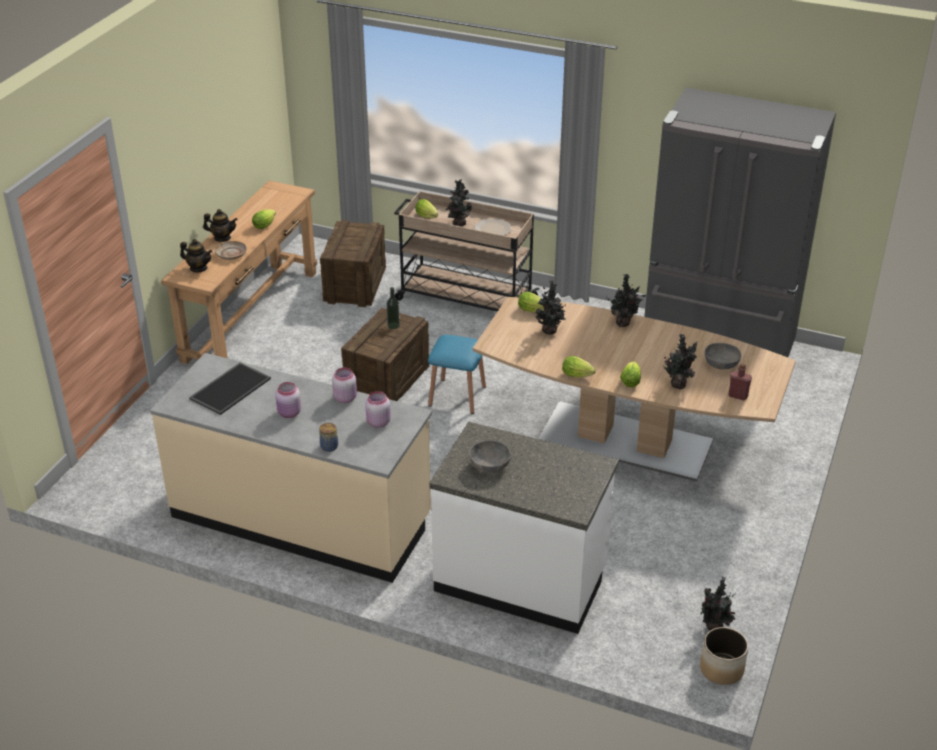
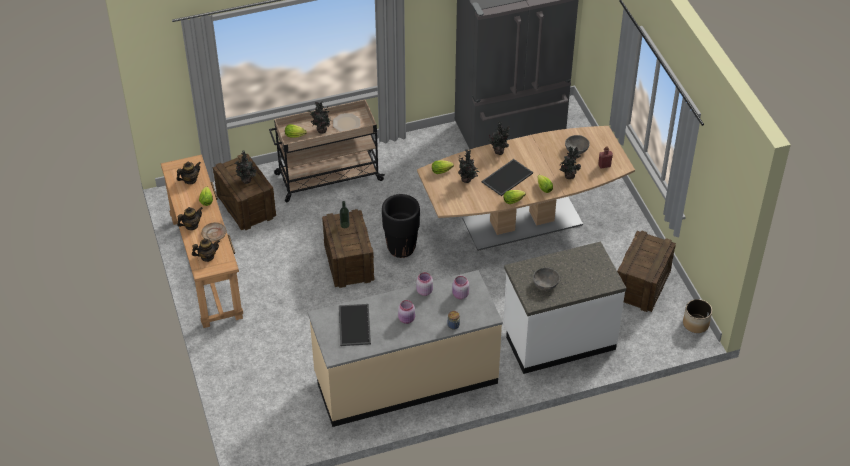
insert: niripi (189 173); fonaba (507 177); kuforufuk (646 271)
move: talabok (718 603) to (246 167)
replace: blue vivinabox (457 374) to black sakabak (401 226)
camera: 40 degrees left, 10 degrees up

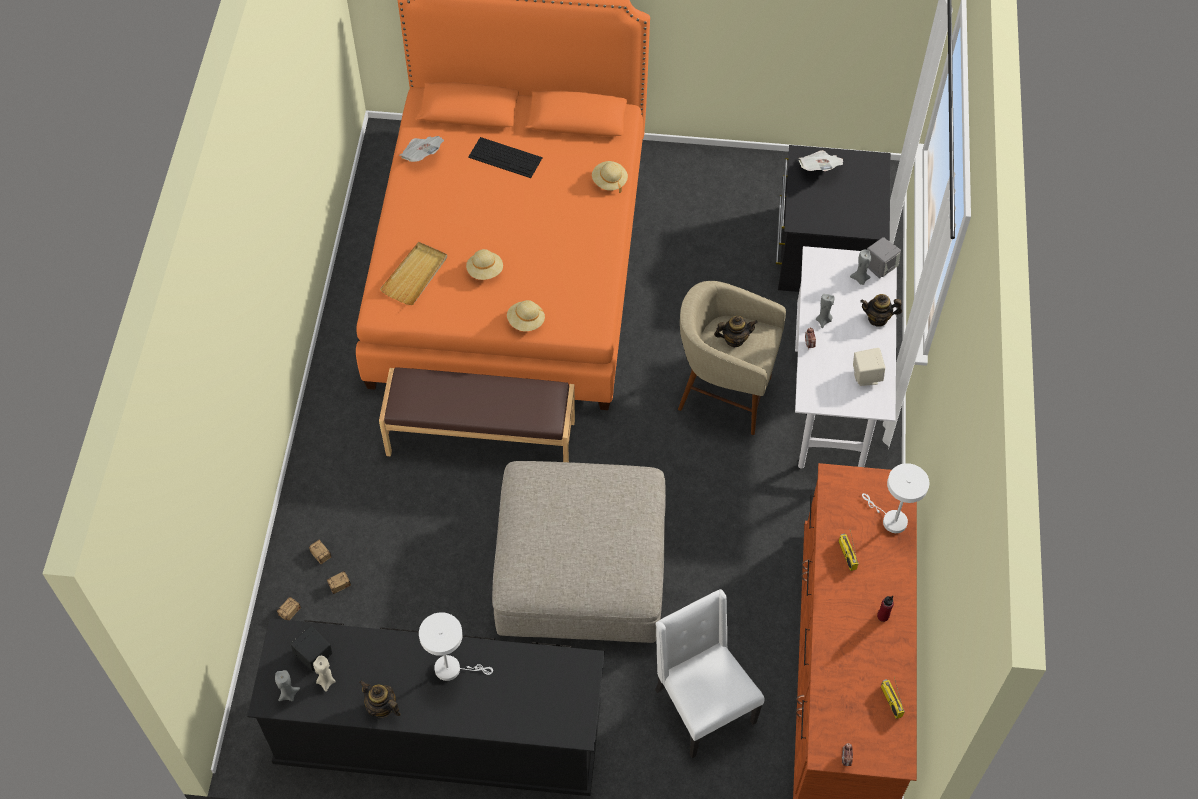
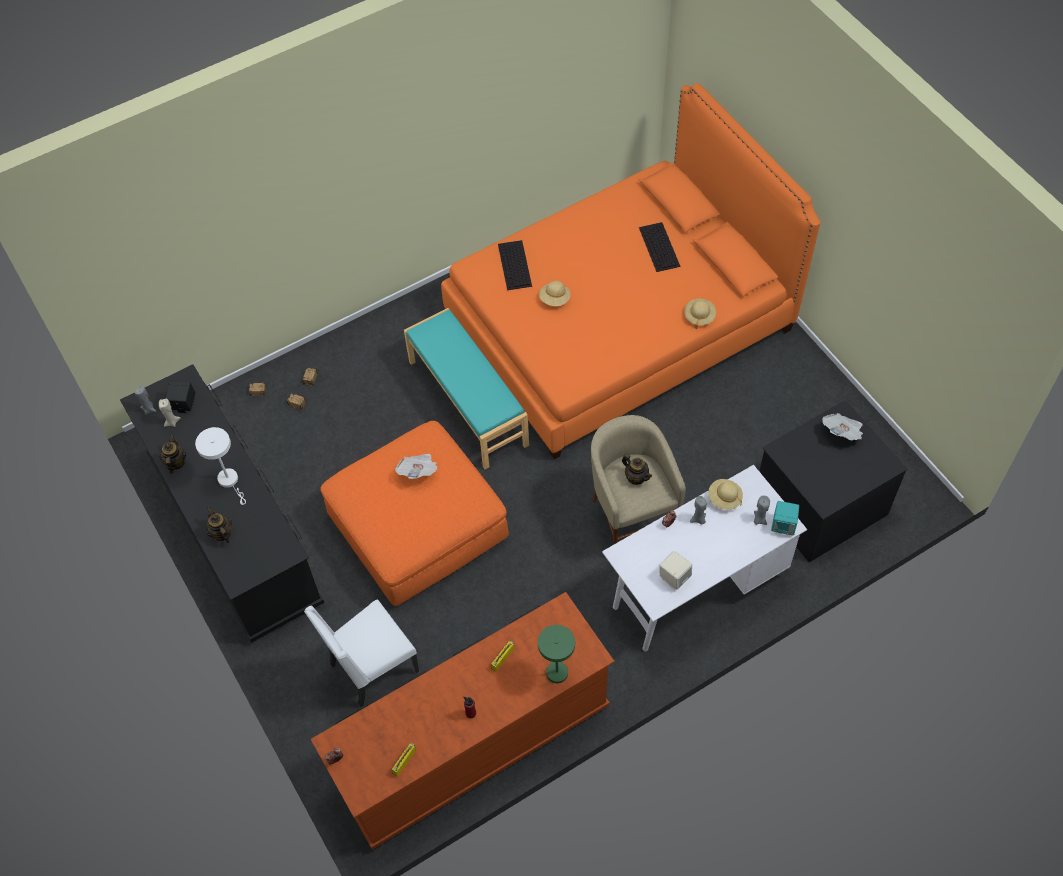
move: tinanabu (421 149) to (416 466); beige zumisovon (526 315) to (725 494); niripi (881 310) to (219 525)
replace: beige fonaba (413 273) to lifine (515 265)
recolor: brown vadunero (477 414) to turquoise vadunero (466 388); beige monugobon (579 552) to orange monugobon (414 513); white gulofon (895 498) to green gulofon (556 654); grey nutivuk (884 257) to turquoise nutivuk (785 518)
rotate: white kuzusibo (710 673) = (361 653) 150 degrees counterclockwise
camera: 55 degrees right, 0 degrees up

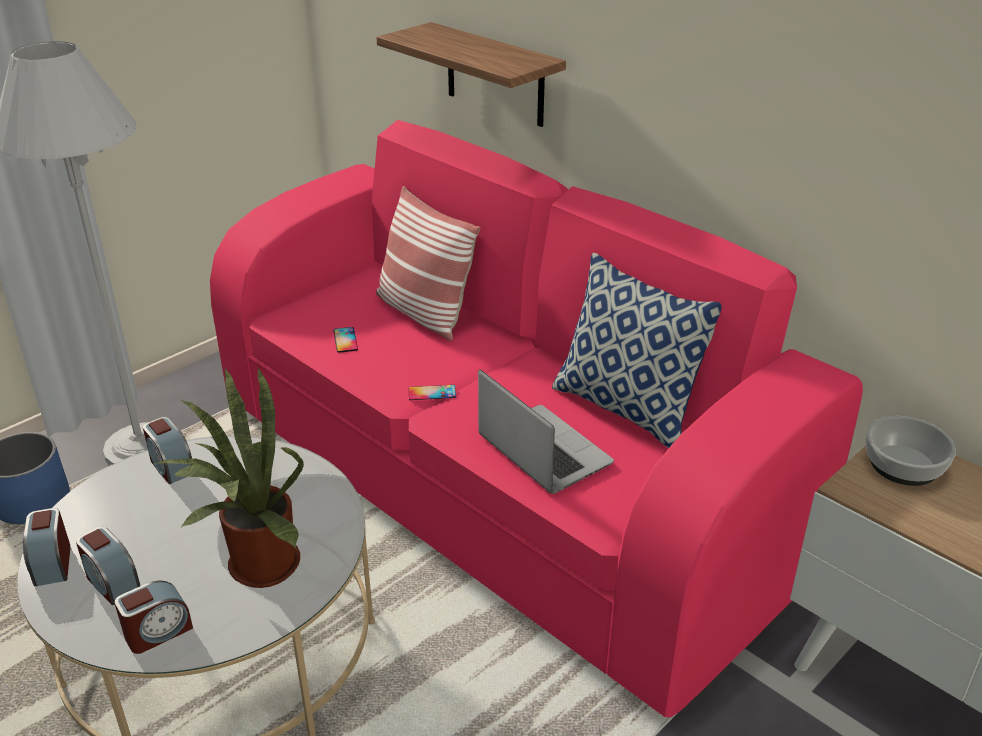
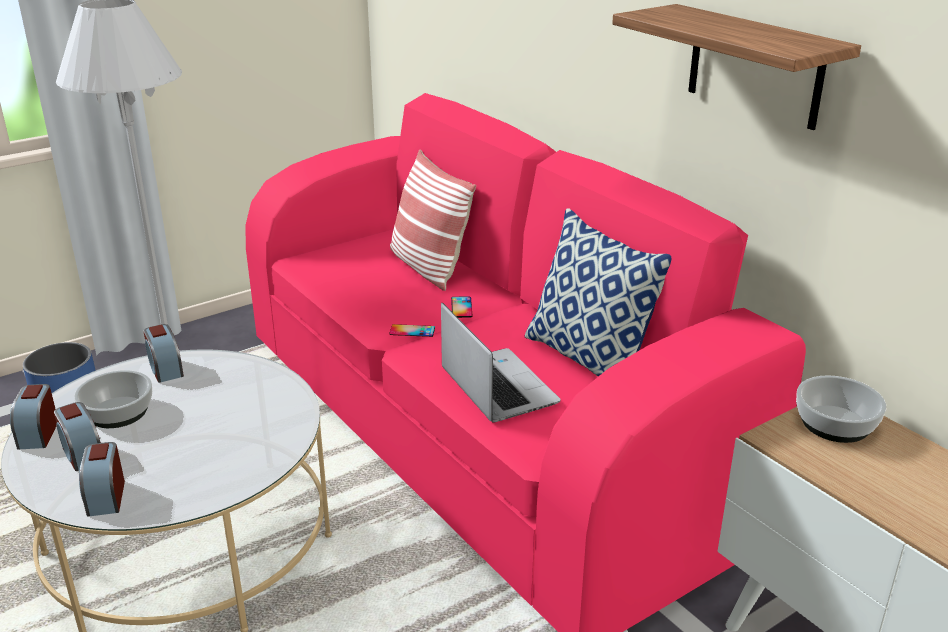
delete: talabok (230 477)
insert: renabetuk (113 399)
move: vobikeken (345 340) to (461 307); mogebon (471 74) to (736 67)
rotate: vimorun (153 617) = (102 479) 105 degrees clockwise
camera: 10 degrees right, 5 degrees down

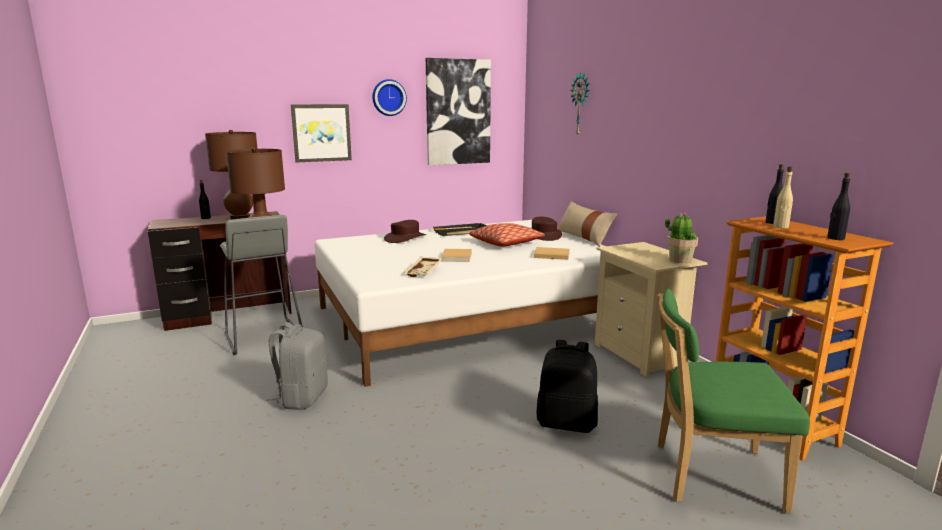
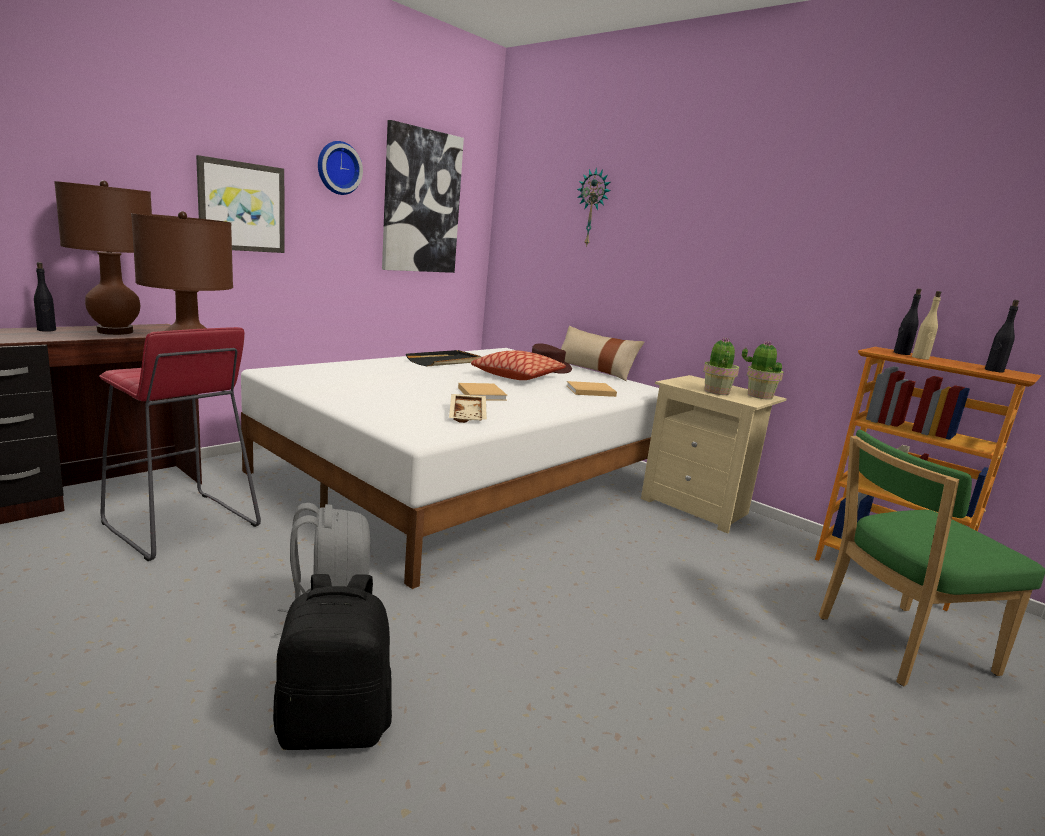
delete: brown zumisovon (405 231)
insert: talabok (721 366)
move: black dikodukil (567 386) to (332 662)
recolor: grey vivinabox (261 285) to red vivinabox (180 444)
camera: 25 degrees left, 0 degrees up

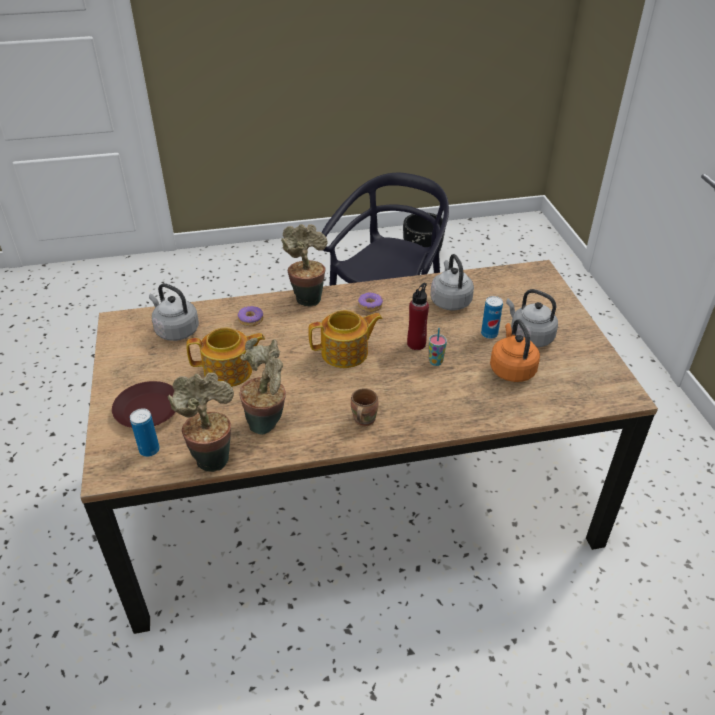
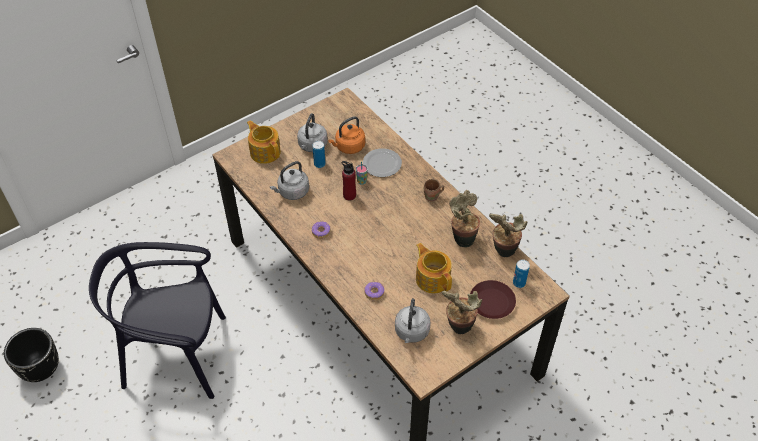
insert: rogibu (382 162)
move: talabok (304 265) to (462 312); niripi (345 339) to (264 142)
camera: 115 degrees left, 10 degrees up

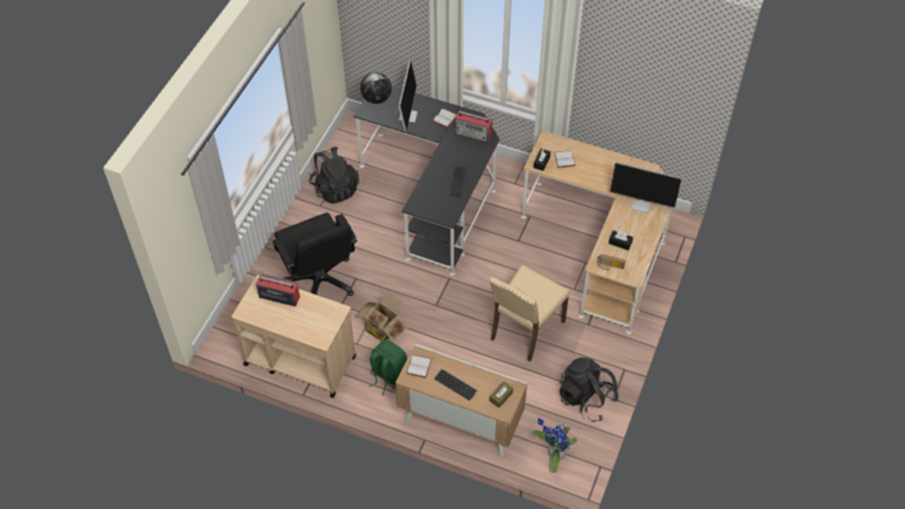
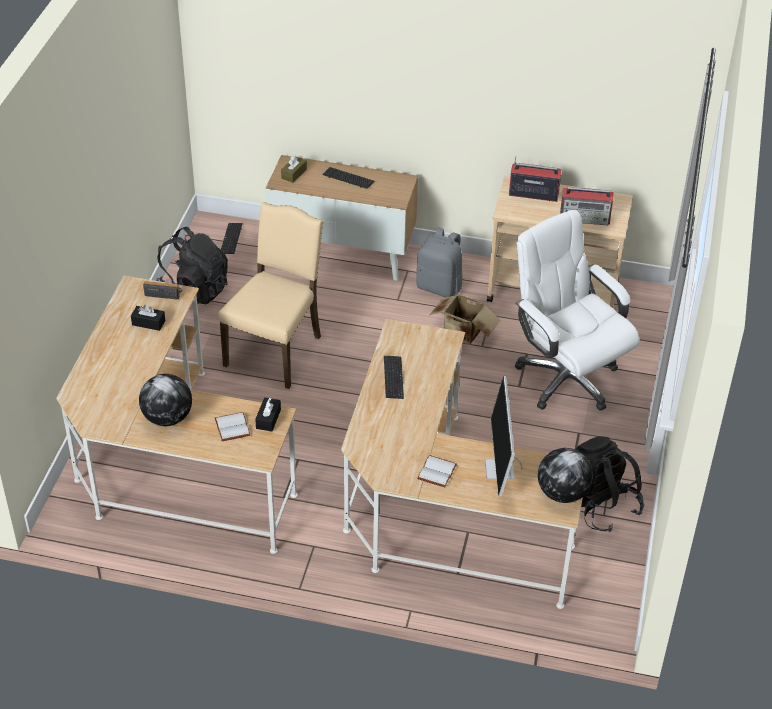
delete: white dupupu (419 366); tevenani (646 187)
insert: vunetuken (165 400)
move: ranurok (474 126) to (535 179)
replace: talabok (555 445) to lifine (232 238)
recolor: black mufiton (315 254) to white mufiton (577 310); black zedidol (427 181) to beige zedidol (465 464); green dikodukil (388 367) to grey dikodukil (439 262)
camera: 170 degrees right, 10 degrees down

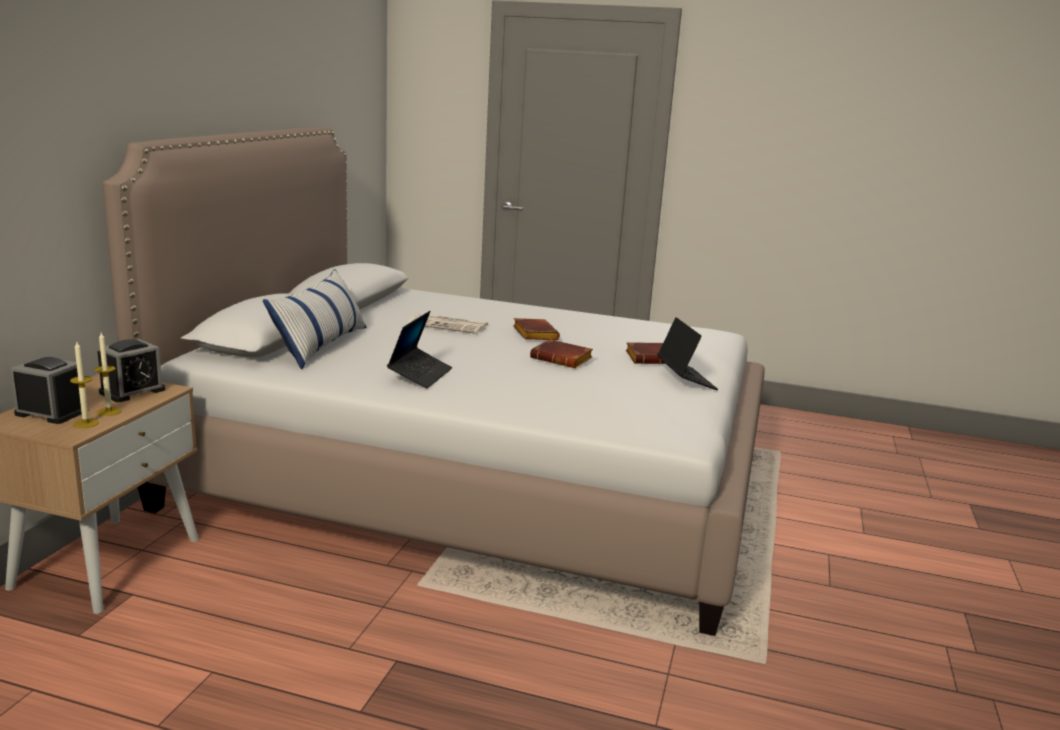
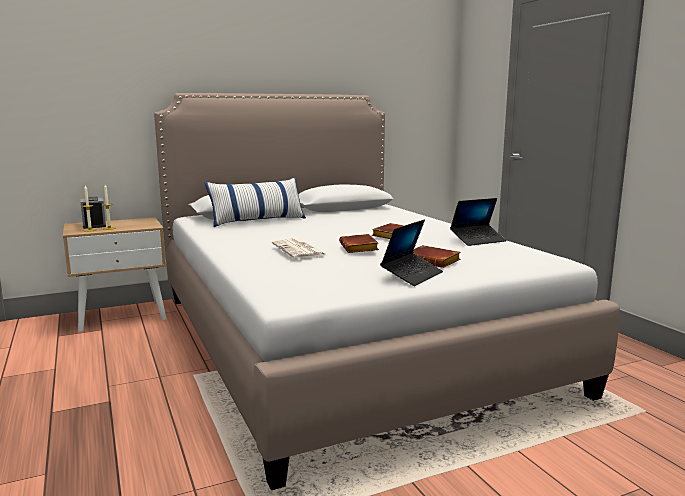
delete: vimorun (131 370)
move: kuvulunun (419 350) to (478 222); tinanabu (448 323) to (299 248)
camera: 50 degrees right, 5 degrees down

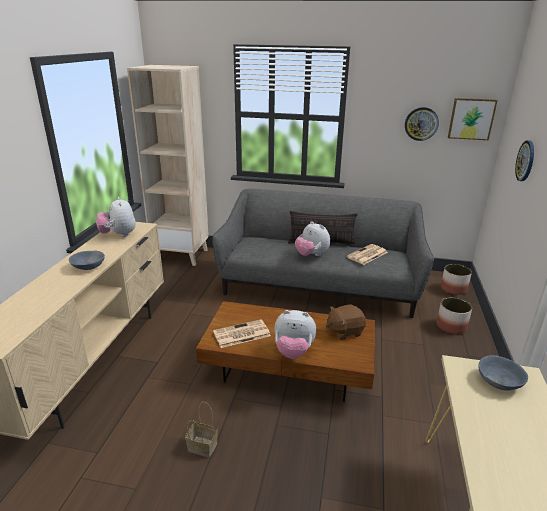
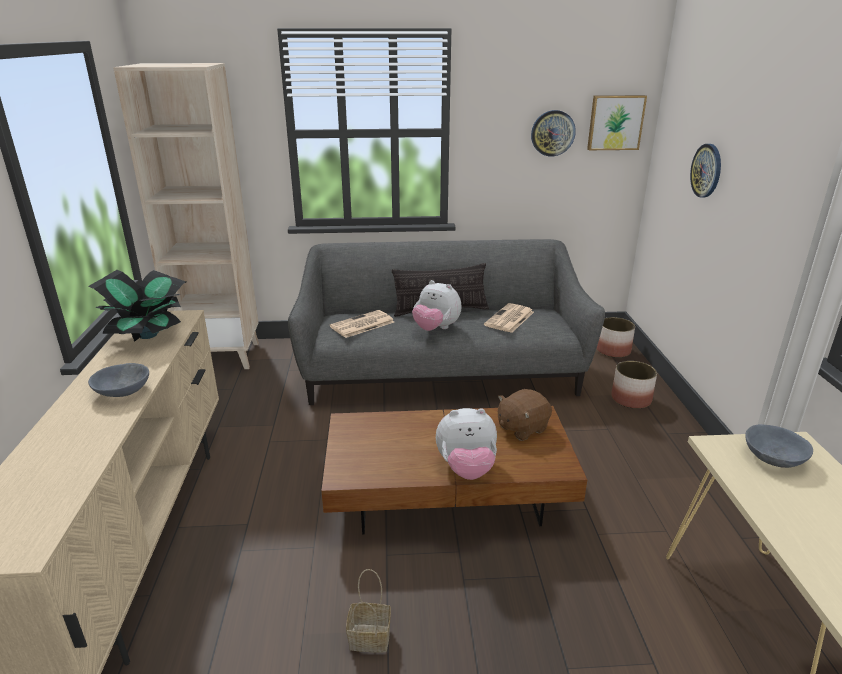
move: tinanabu (242 334) to (362 324)
replace: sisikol (116 217) to talabok (137 306)
camera: 15 degrees left, 0 degrees up

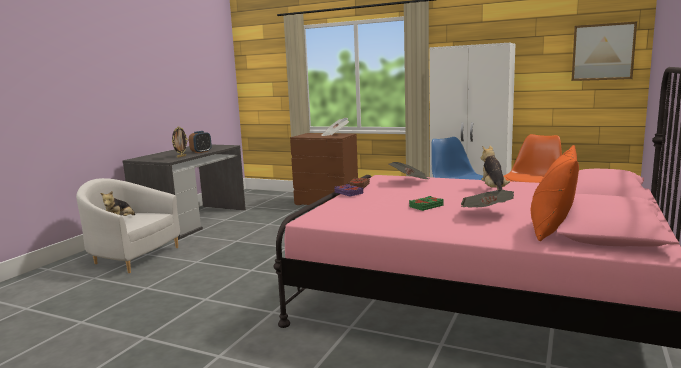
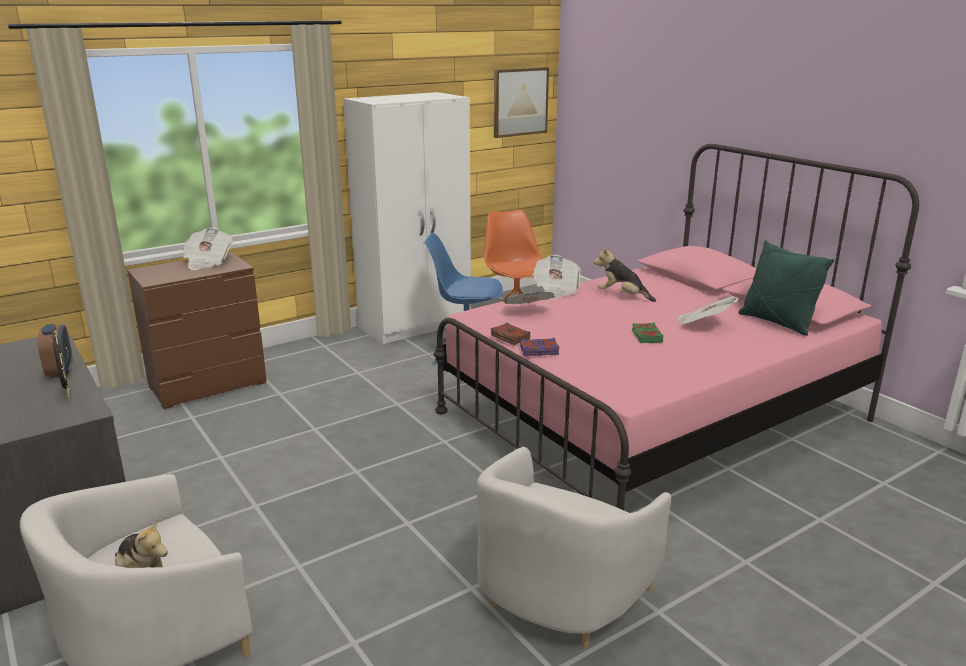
insert: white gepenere (574 547); tinanabu (556 277)
recolor: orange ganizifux (555 193) to green ganizifux (786 288)
camera: 60 degrees left, 10 degrees up

